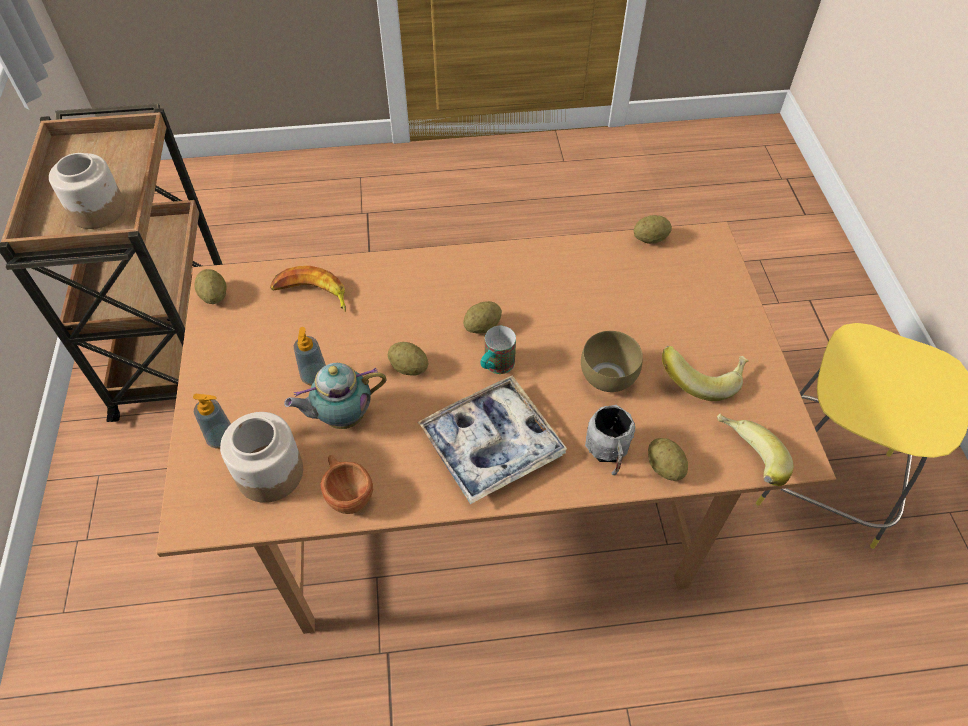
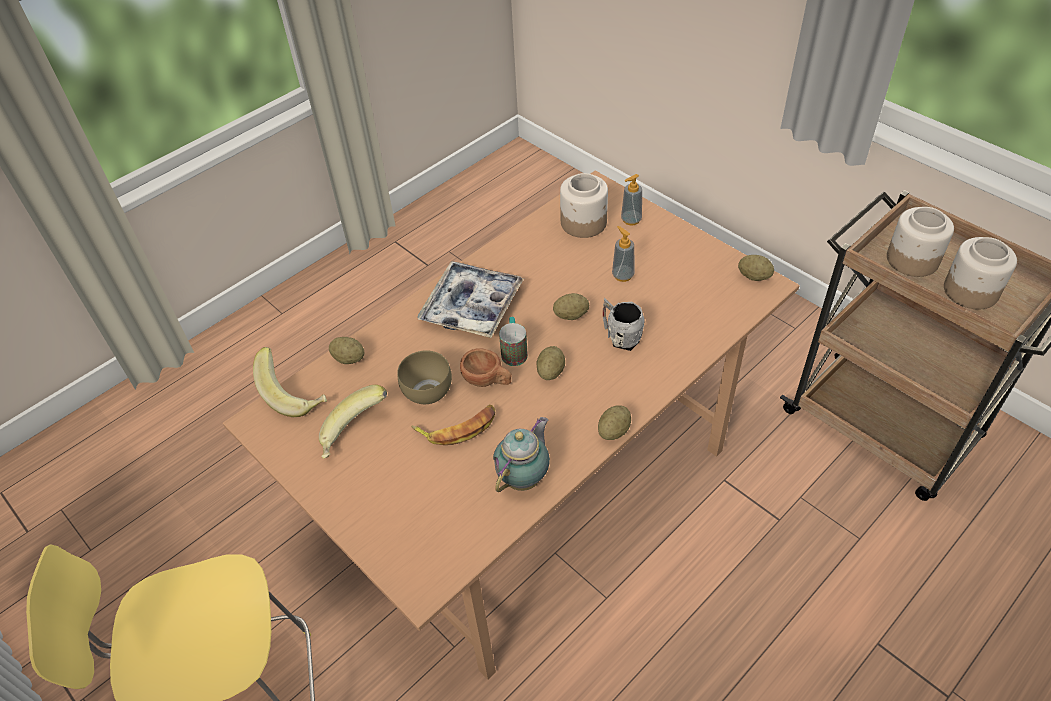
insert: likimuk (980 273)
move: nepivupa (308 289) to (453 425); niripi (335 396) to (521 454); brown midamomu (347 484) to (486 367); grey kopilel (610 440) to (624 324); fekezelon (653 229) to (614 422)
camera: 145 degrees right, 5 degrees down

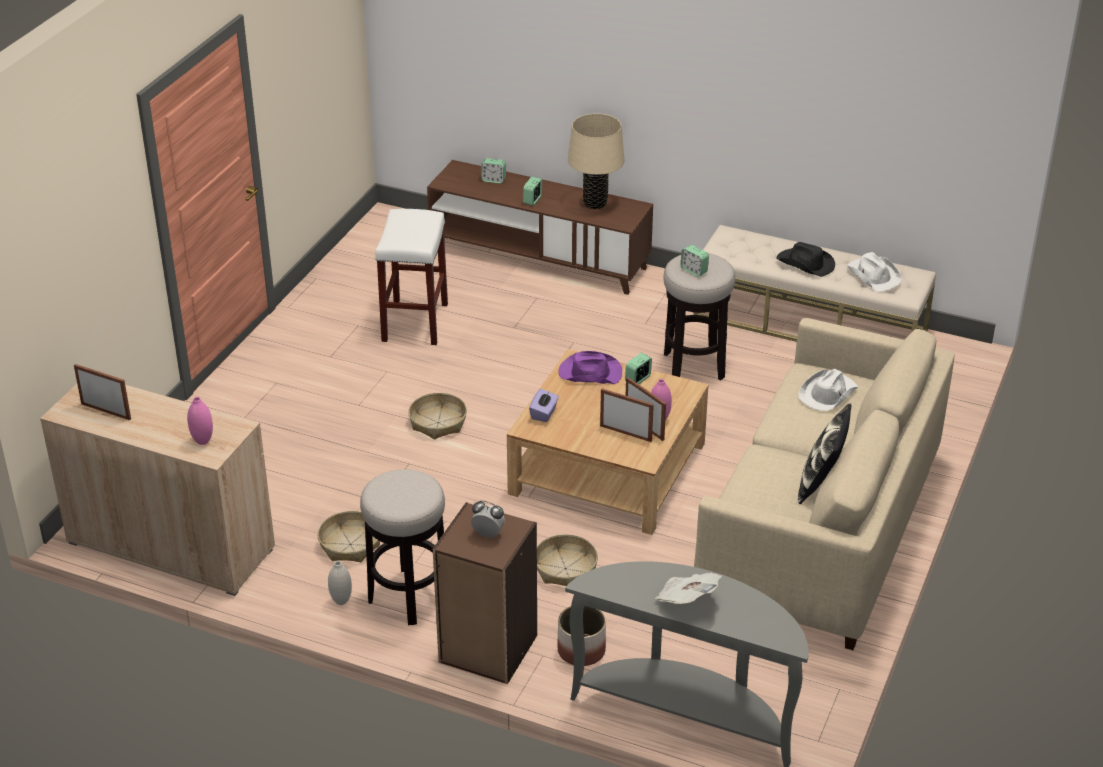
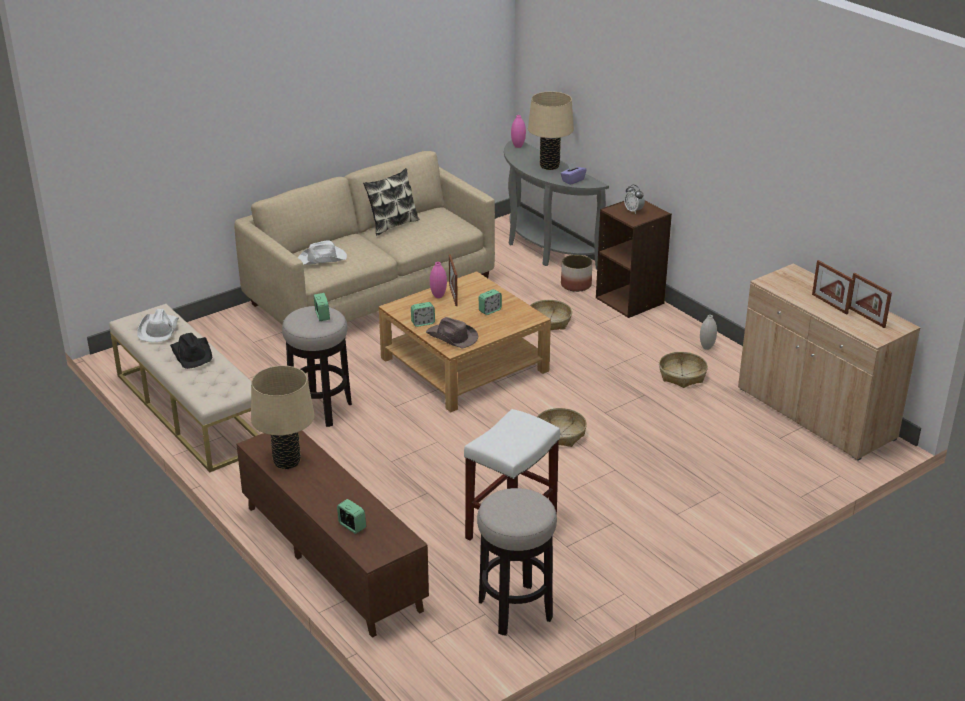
move: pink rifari (200 421) to (518 131); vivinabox (402 547) to (517 562); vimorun (532 191) to (490 302); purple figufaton (544 405) to (573 173); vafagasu (627 415) to (833 287)
replace: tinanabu (688 588) to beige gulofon (551 131)
recolor: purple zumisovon (590 367) to brown zumisovon (452 333)
camera: 150 degrees left, 5 degrees down

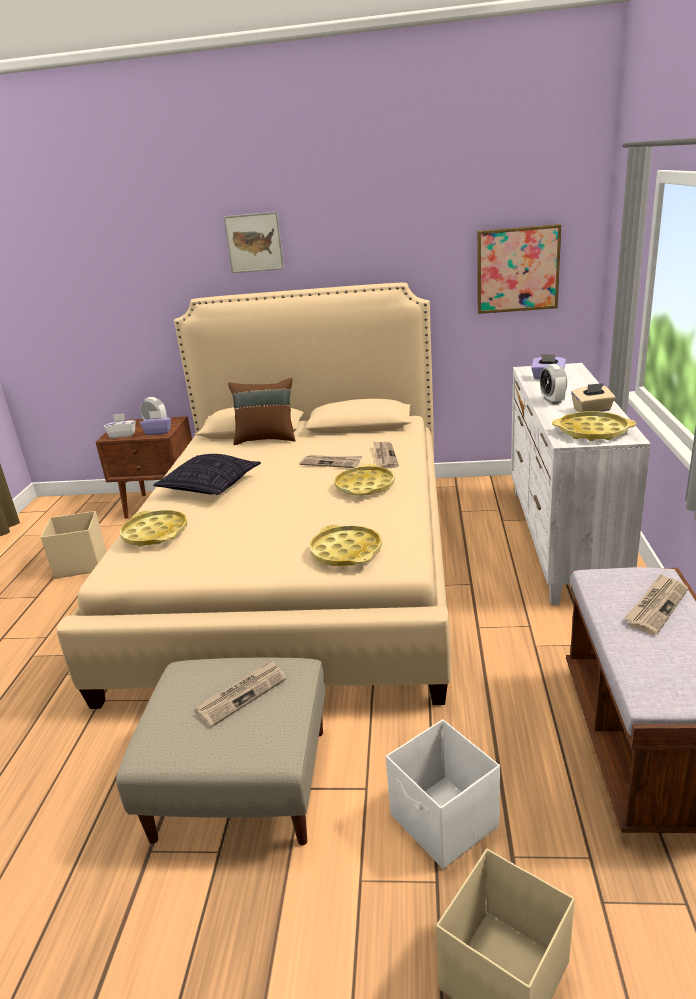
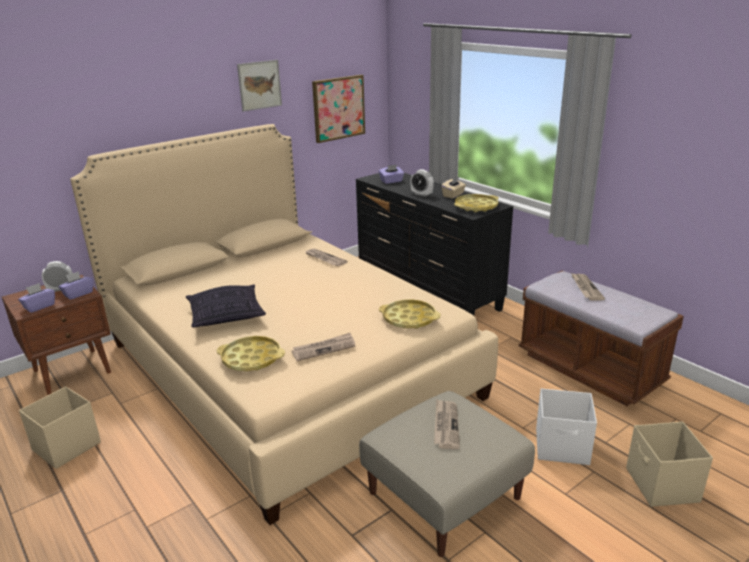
delete: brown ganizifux (261 411); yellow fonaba (364 479)
move: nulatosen (253 242) to (259 86); tinanabu (330 461) to (323 347)
recolor: white figufaton (120 425) to purple figufaton (36 298); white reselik (581 484) to black reselik (434 244)
camera: 45 degrees left, 0 degrees up

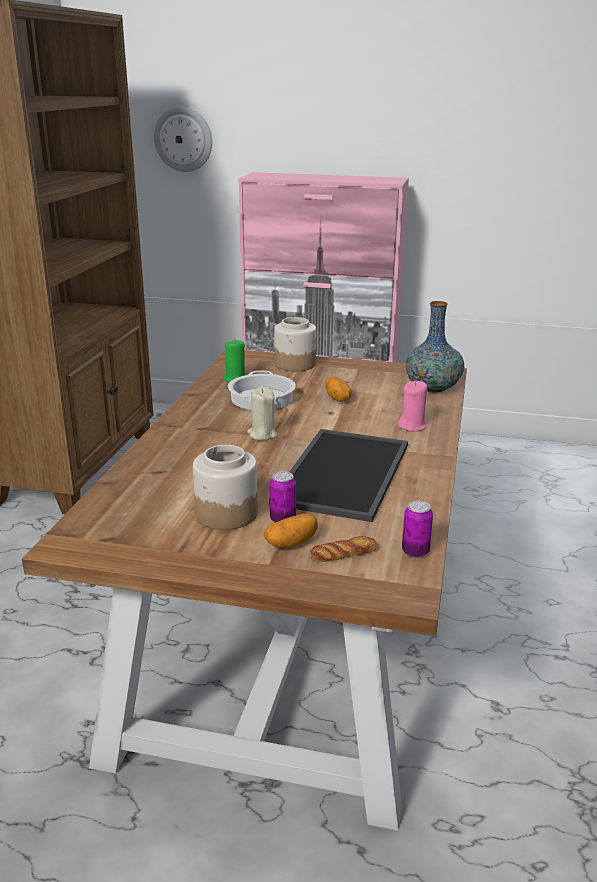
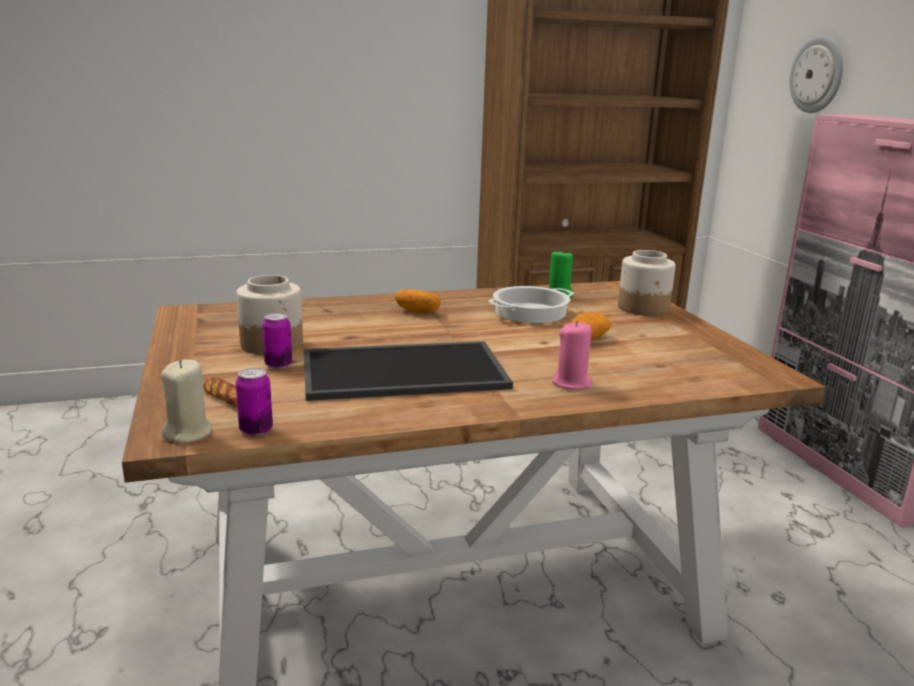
delete: rifari (435 347)
move: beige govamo (262 413) to (186 401); fekezelon (291 530) to (418 301)
camera: 60 degrees right, 5 degrees down

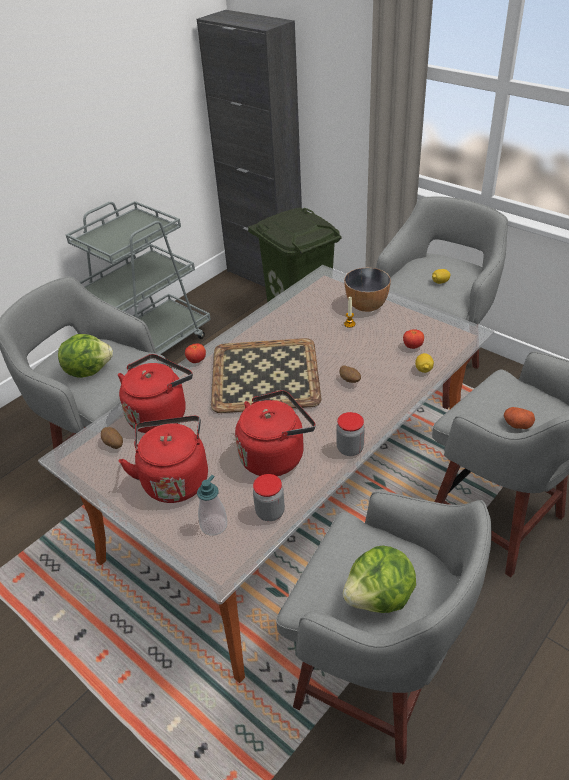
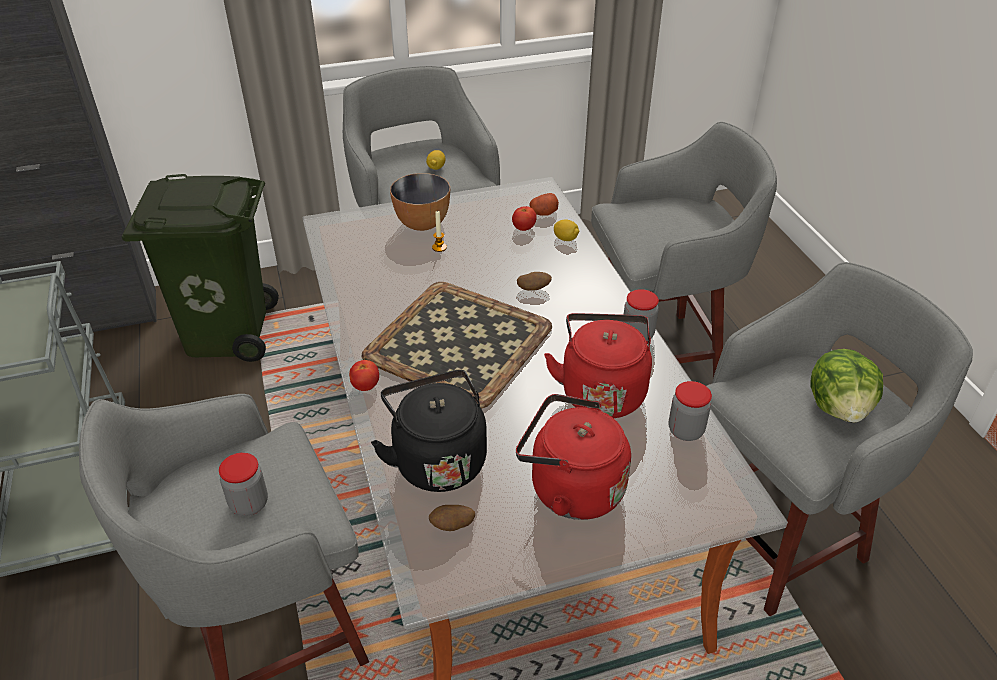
delete: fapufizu (212 505)
move: fekezelon (519 418) to (544 204)
replace: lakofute (85 356) to likimuk (243 484)
recolor: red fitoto (155 393) to black fitoto (429 431)
camera: 60 degrees left, 0 degrees up

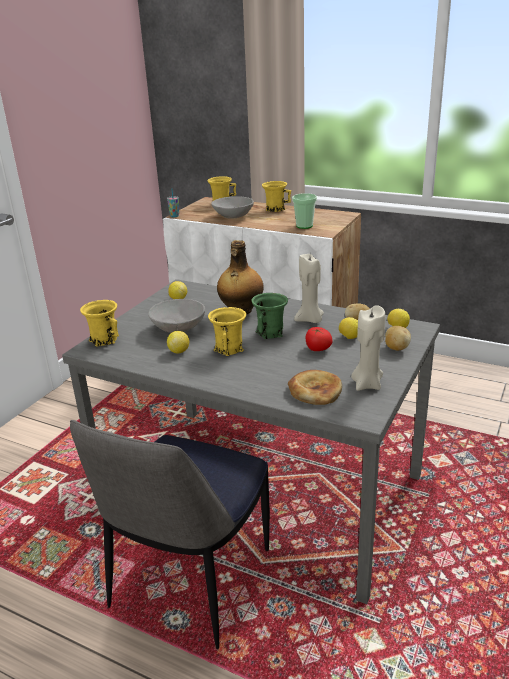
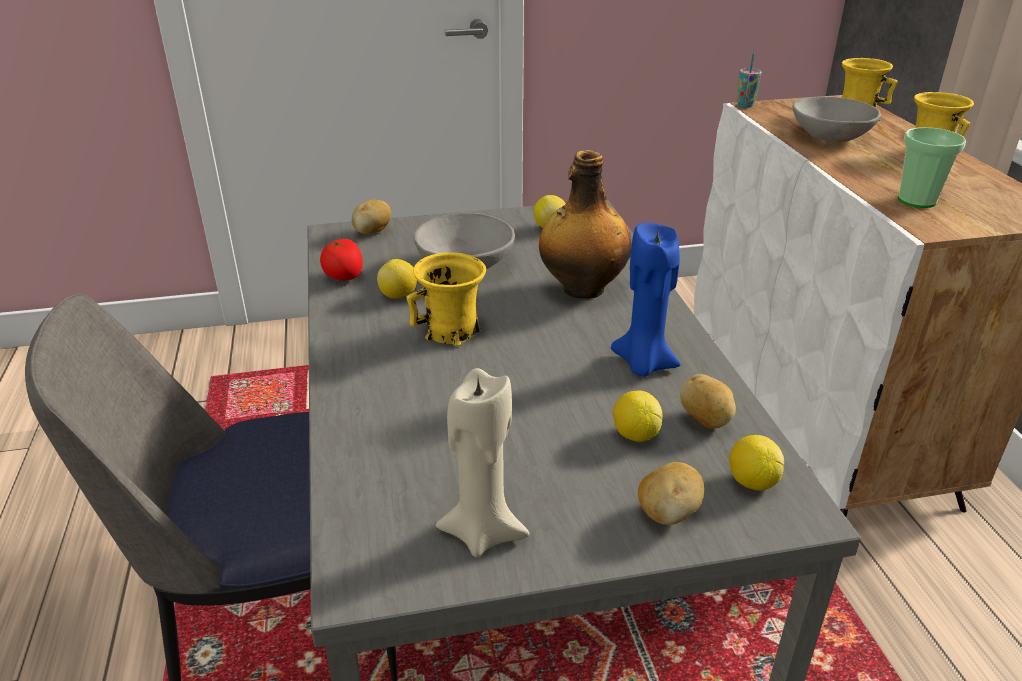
delete: green kopilel (269 316); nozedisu (315 387)
move: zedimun (318 339) to (341 260)
replace: yellow kopilel (99 323) to fekezelon (371 217)
recolor: beige govamo (309 288) to blue govamo (646 300)
camera: 50 degrees right, 5 degrees up

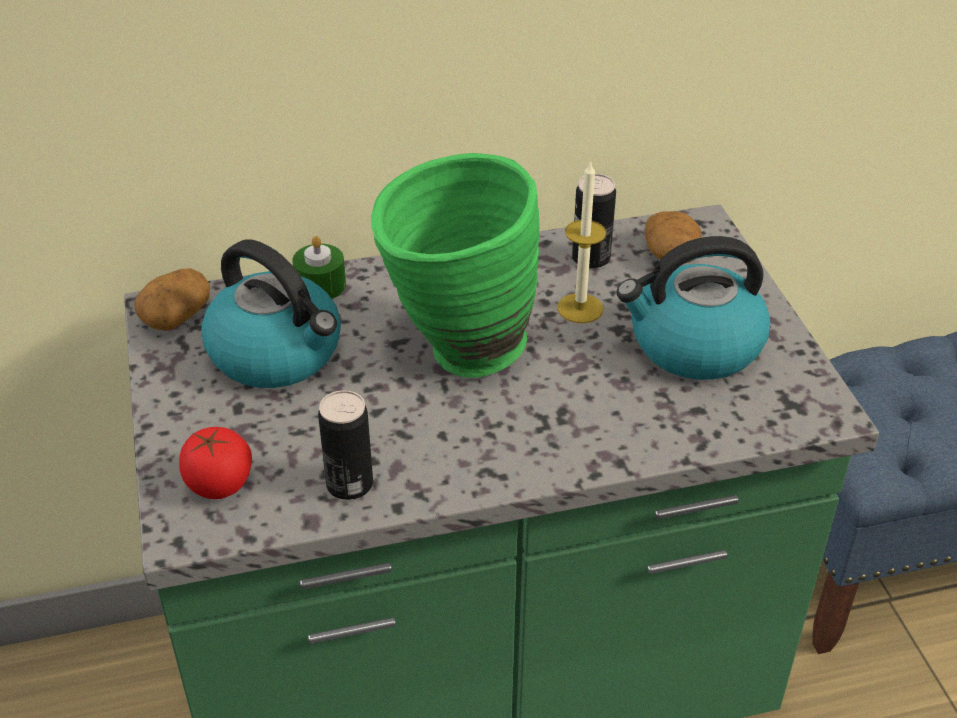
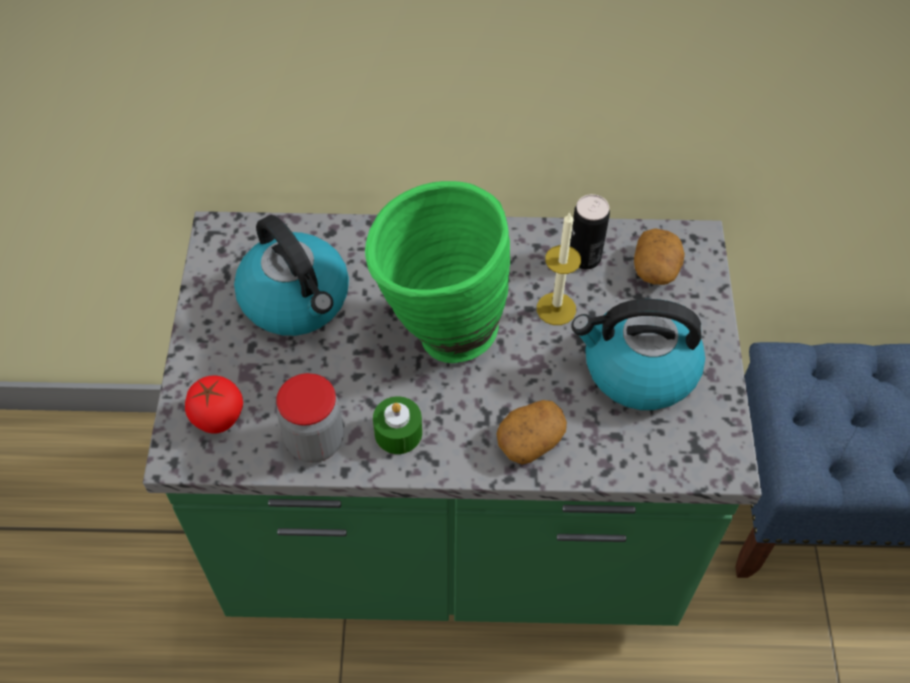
move: fekezelon (172 299) to (531 432); green govamo (319 267) to (397 425)
replace: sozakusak (345 445) to likimuk (310 418)
camera: 15 degrees right, 15 degrees up

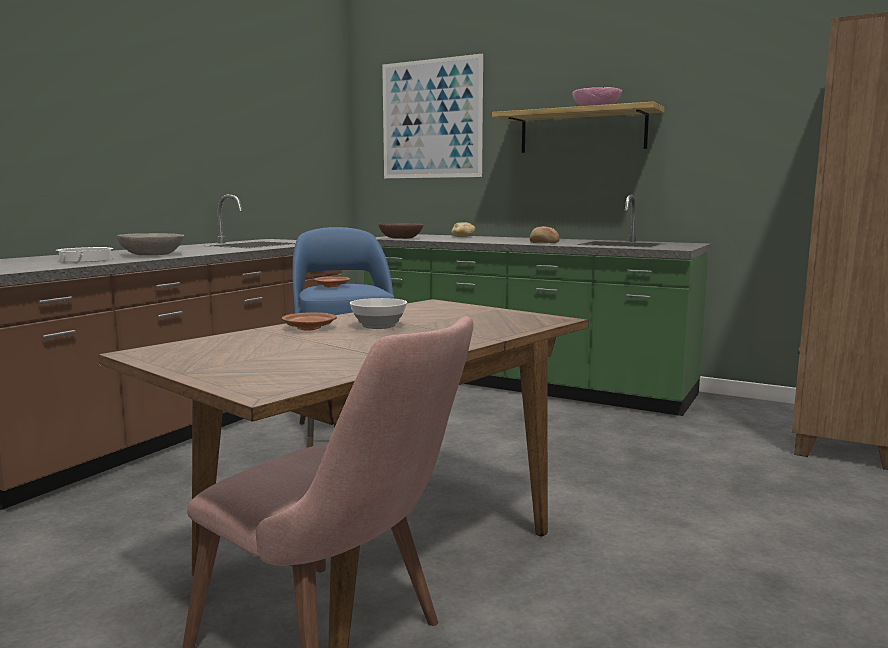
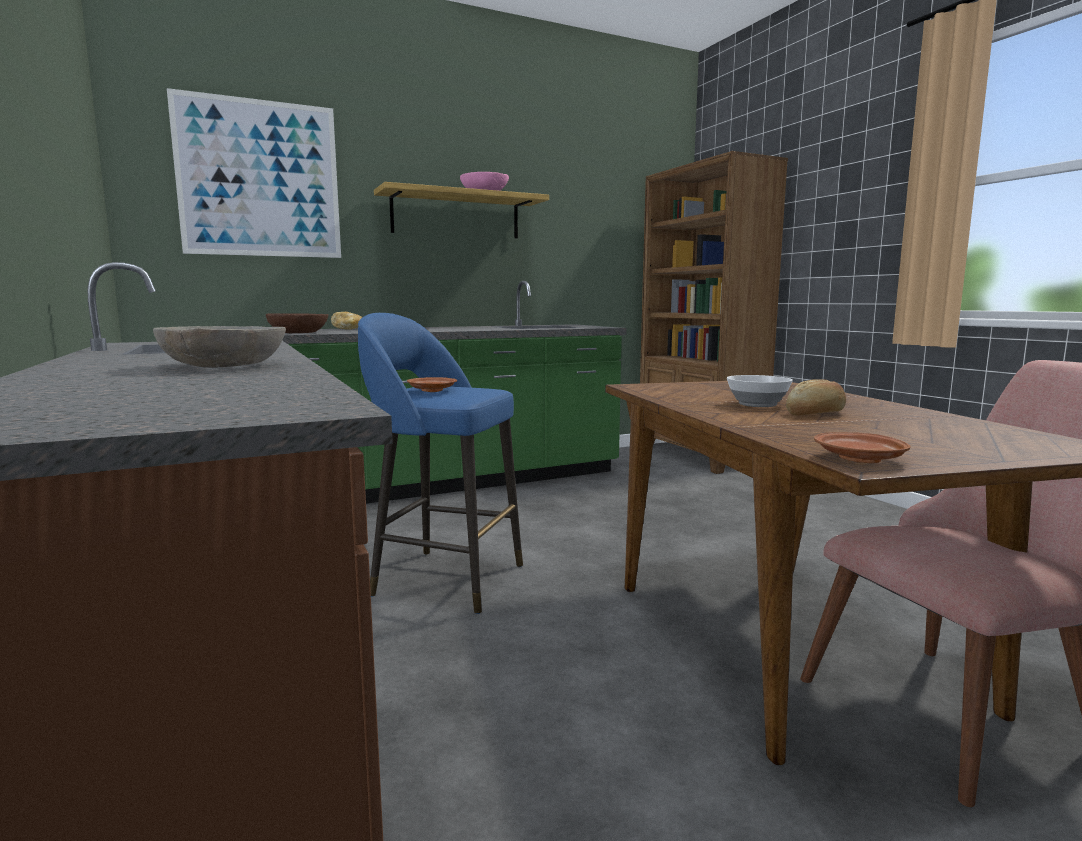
delete: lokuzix (84 254)
move: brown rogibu (309 321) to (862 447); nozedisu (545 234) to (816 397)
camera: 55 degrees left, 0 degrees up

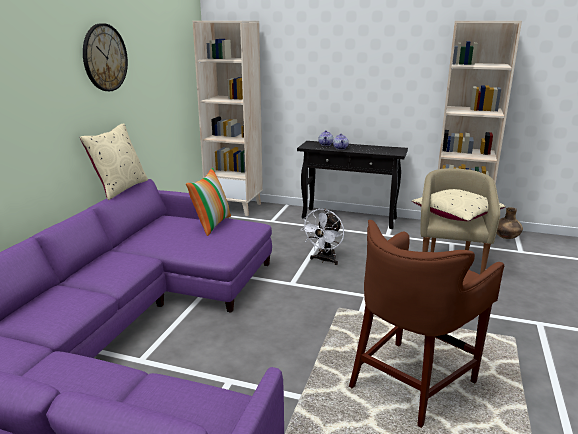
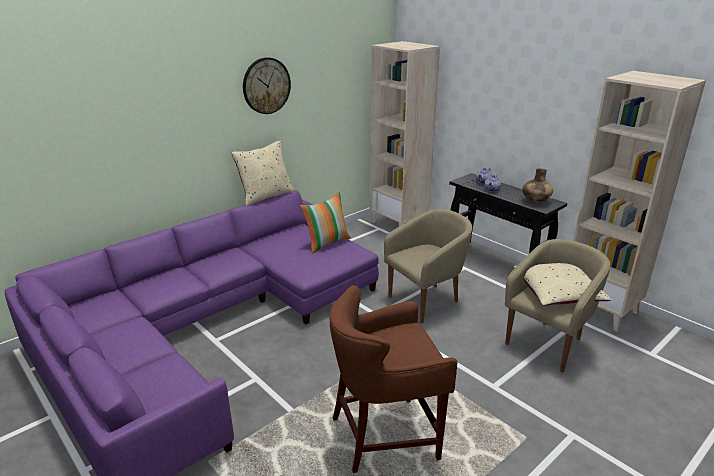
move: brown rifari (509 223) to (537 185)
replace: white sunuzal (322 237) to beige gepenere (428 266)
camera: 30 degrees right, 5 degrees up

